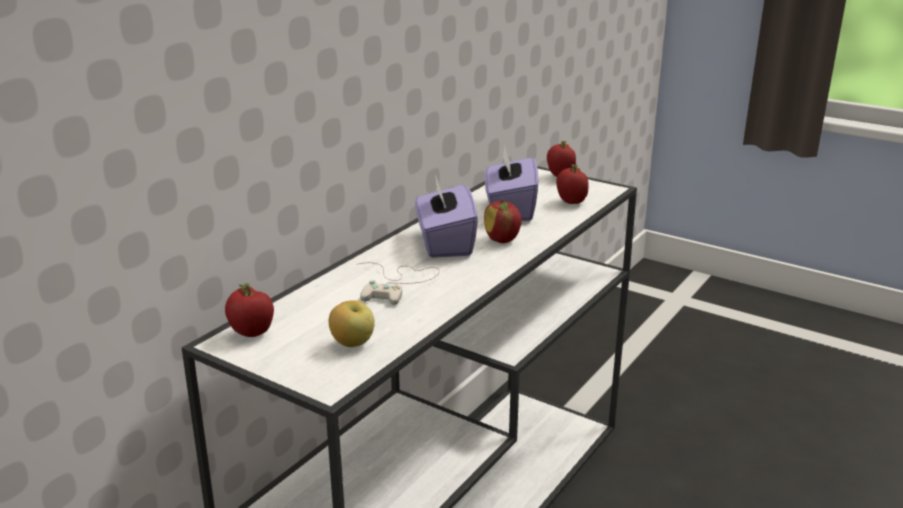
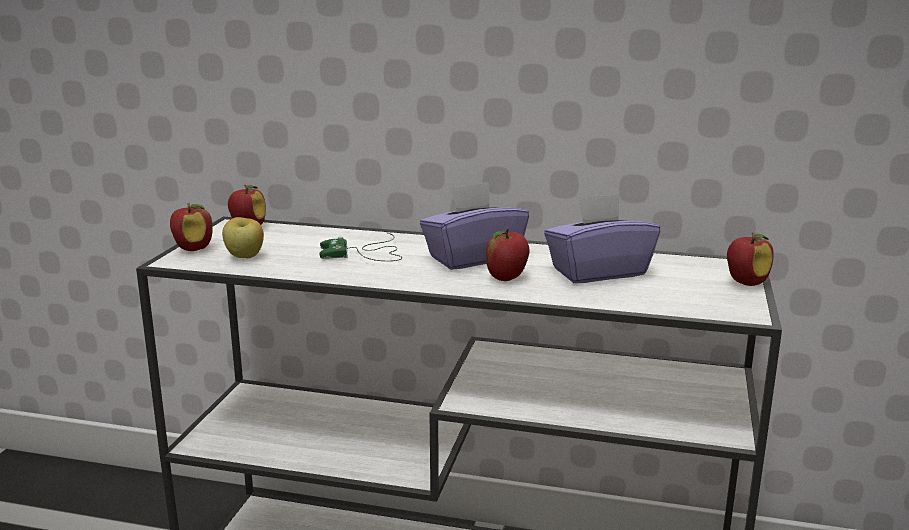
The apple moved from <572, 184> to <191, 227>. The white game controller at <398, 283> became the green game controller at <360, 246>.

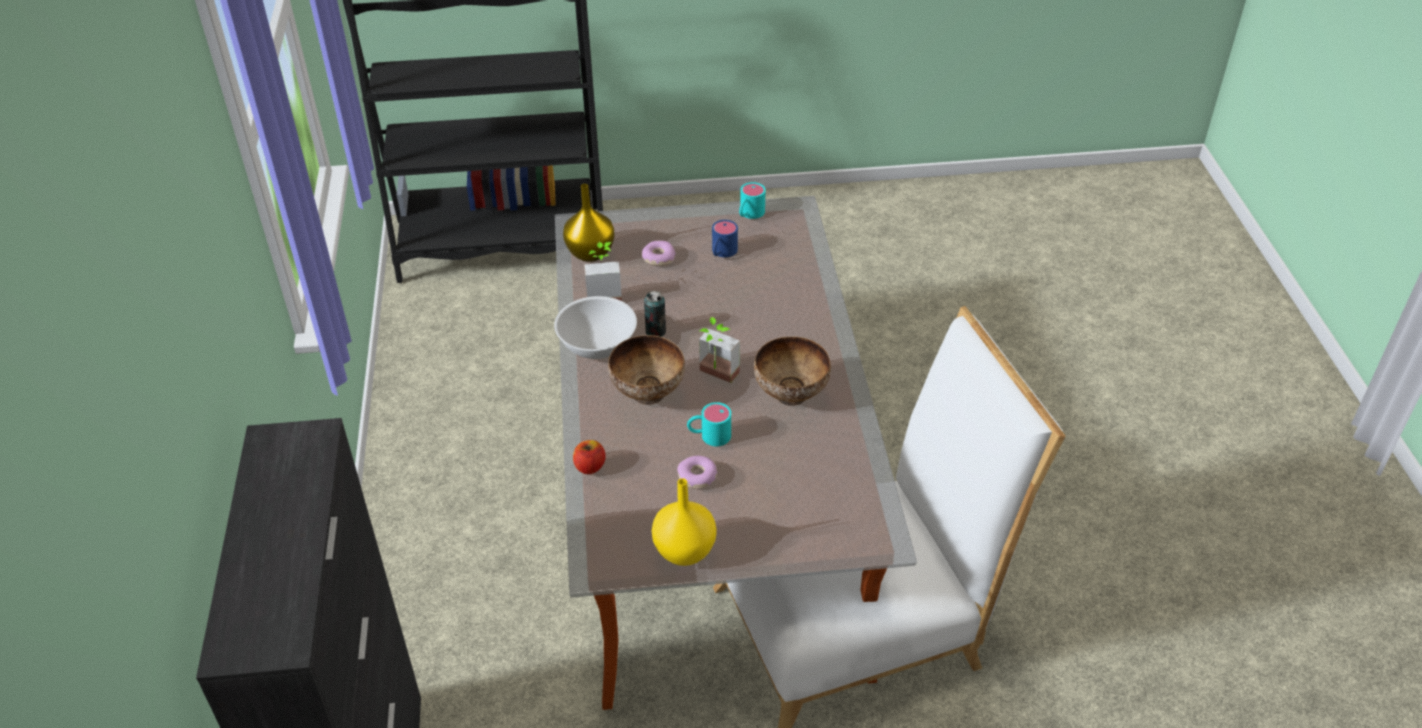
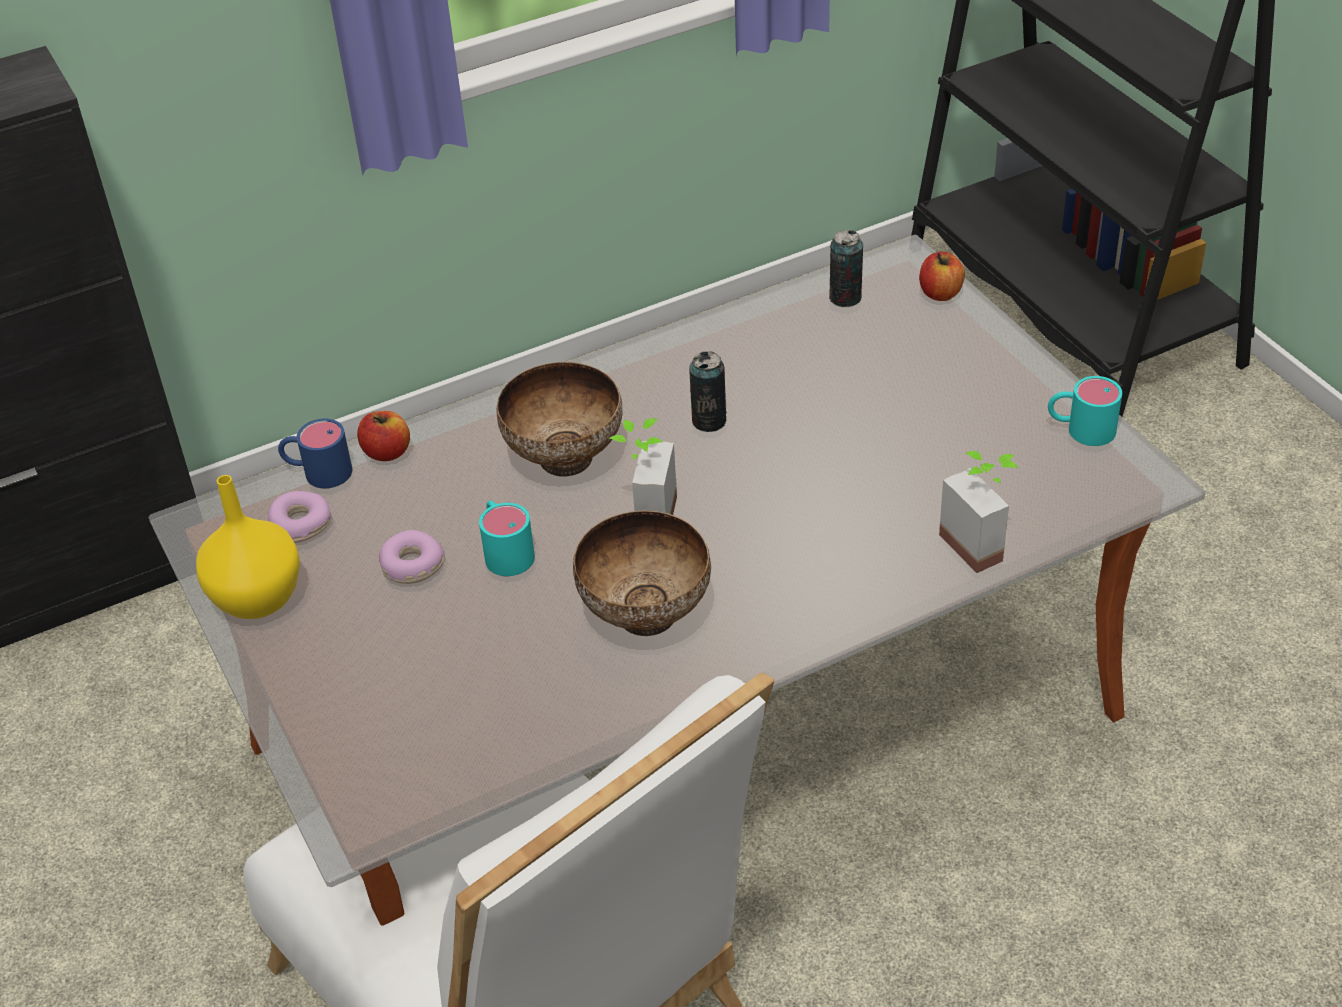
The white bowl at <595, 327> disappeared. The apple at <942, 276> appeared. The potted plant moved from <603, 271> to <979, 512>. The donut moved from <658, 253> to <299, 517>. The blue mug moved from <725, 238> to <315, 453>. The yellow vase at <588, 223> was replaced by the can at <846, 268>.

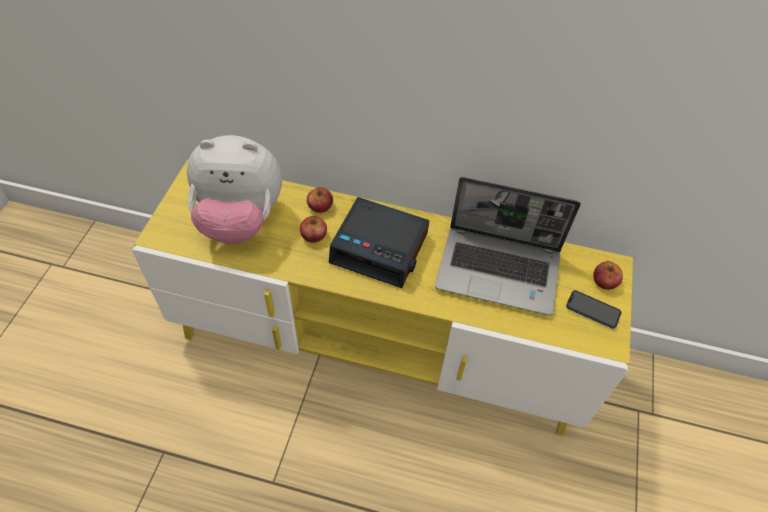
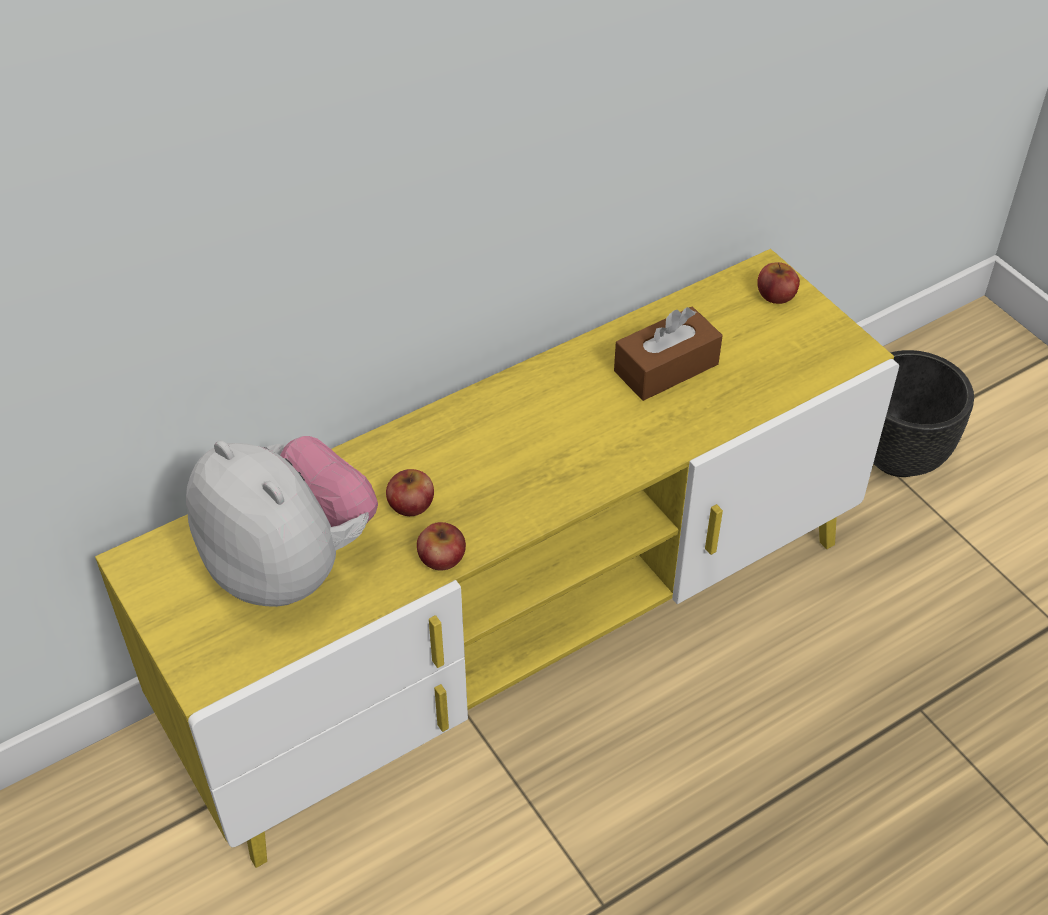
The alarm clock at <379, 242> disappeared. The phone at <593, 309> disappeared. The black planter at <923, 413> appeared. The apple moved from <320, 200> to <441, 546>. The laptop at <508, 246> was replaced by the brown tissue box at <668, 354>. The plush toy at <234, 189> turned 90 degrees counterclockwise.

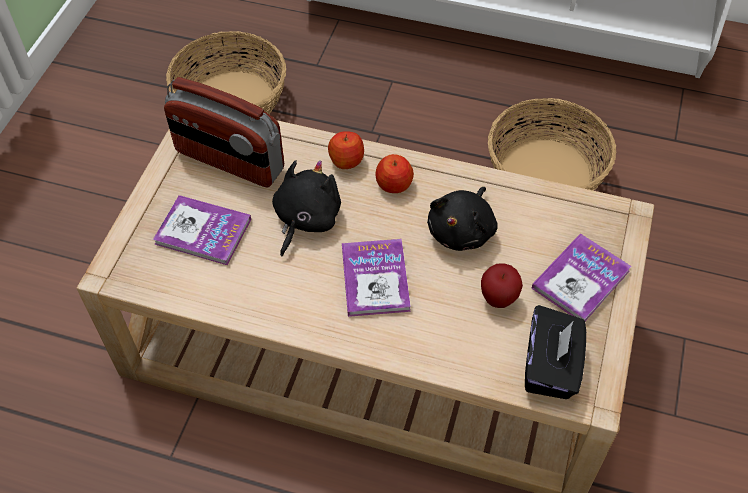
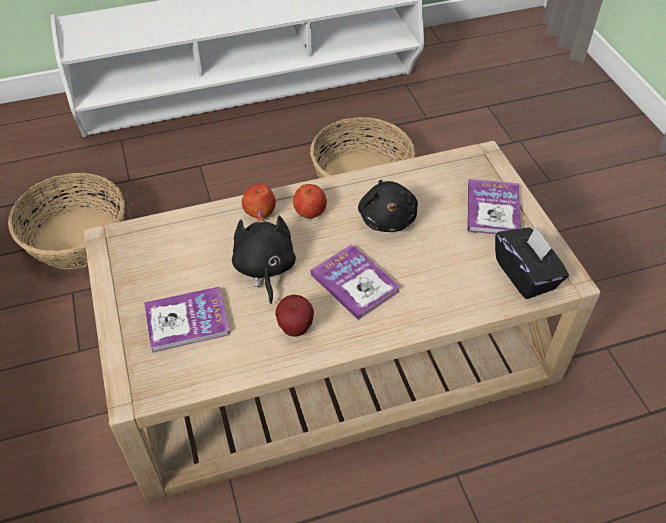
The radio at <224, 132> disappeared. The apple moved from <502, 285> to <294, 316>.

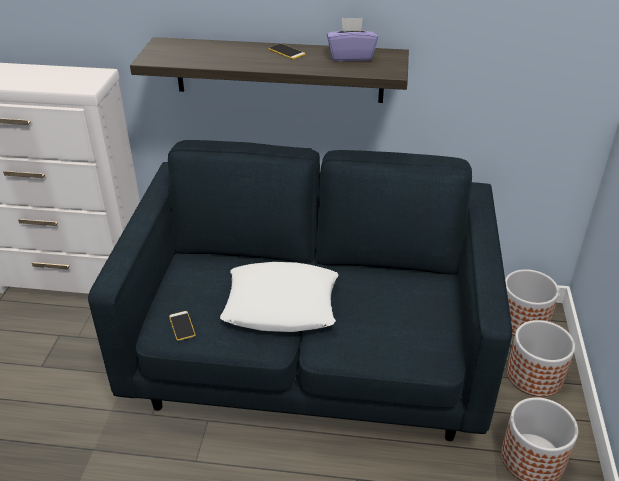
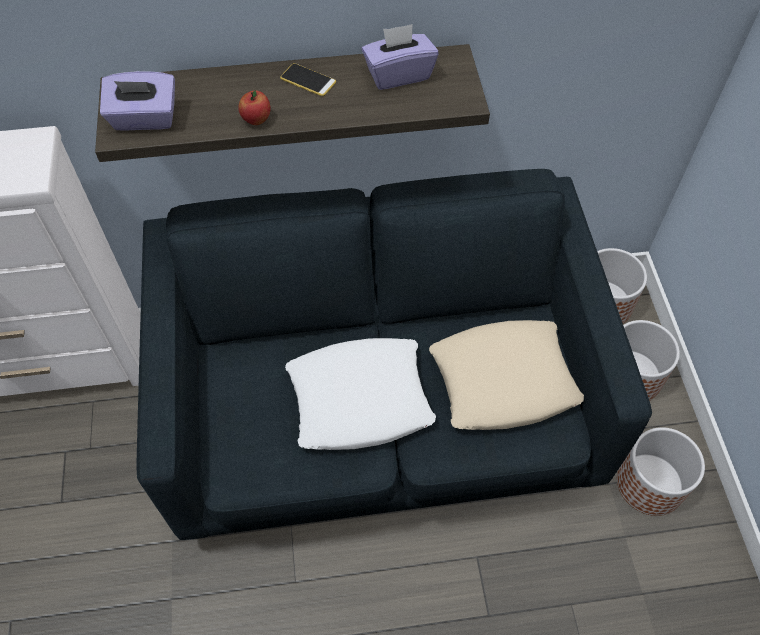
The phone at <182, 326> disappeared. The purple tissue box at <137, 101> appeared. The apple at <254, 107> appeared. The beige pillow at <506, 375> appeared.

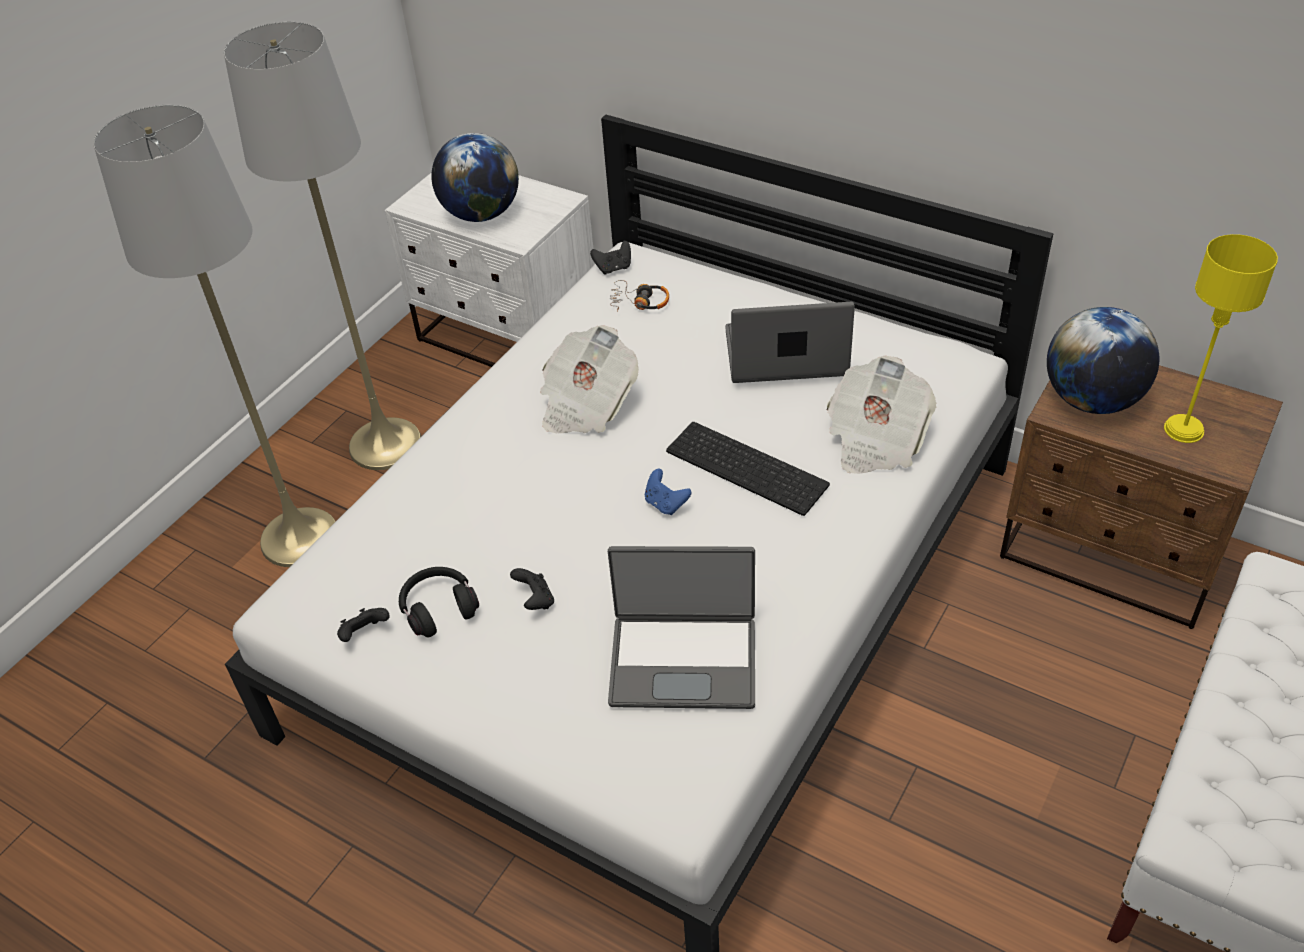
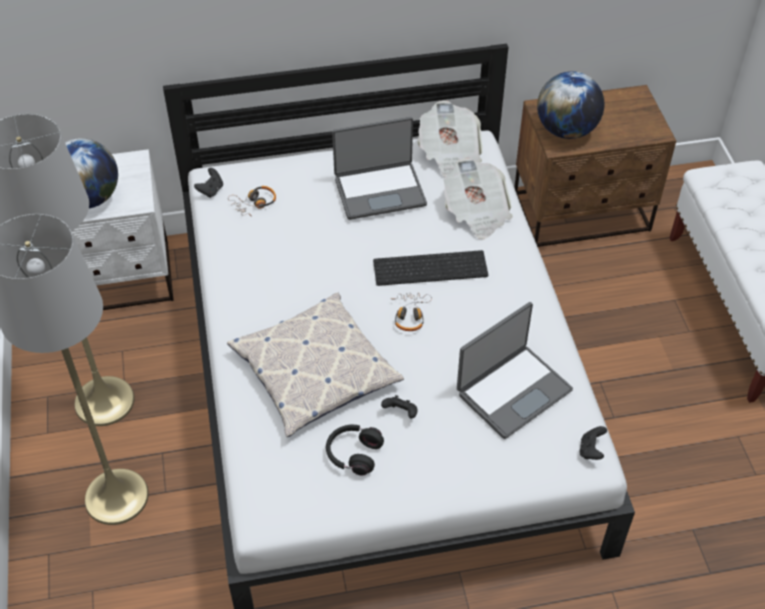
The yellow table lamp at <1221, 338> disappeared. The pillow at <315, 365> appeared. The black game controller moved from <363, 625> to <593, 443>. The newspaper moved from <589, 379> to <450, 138>. The blue game controller at <668, 492> was replaced by the headphones at <412, 312>. The laptop at <790, 342> turned 150 degrees counterclockwise.

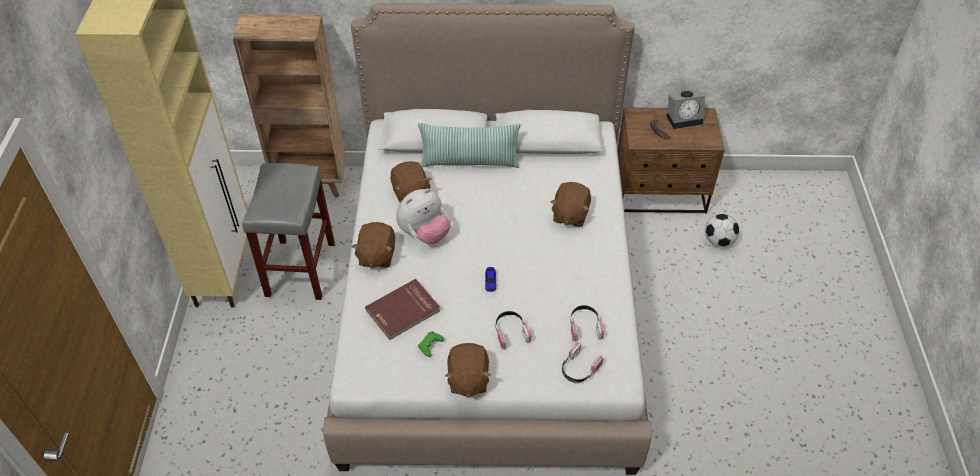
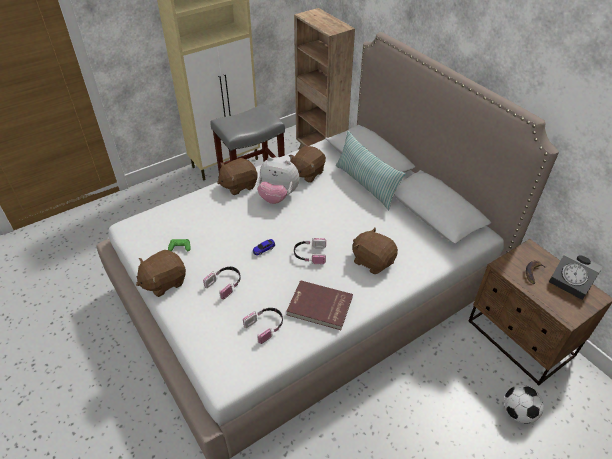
The red book moved from <402, 309> to <320, 305>. The headphones moved from <582, 362> to <310, 251>. The brown plush toy at <571, 204> turned 60 degrees clockwise.

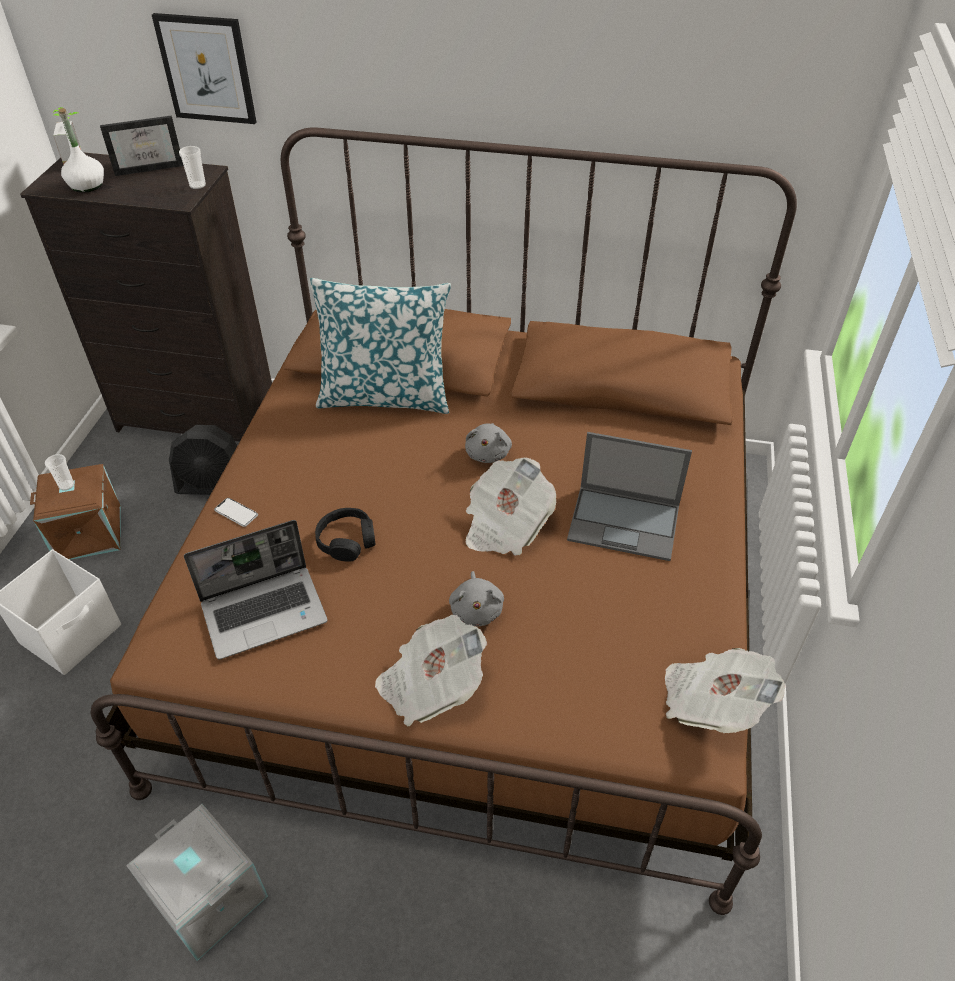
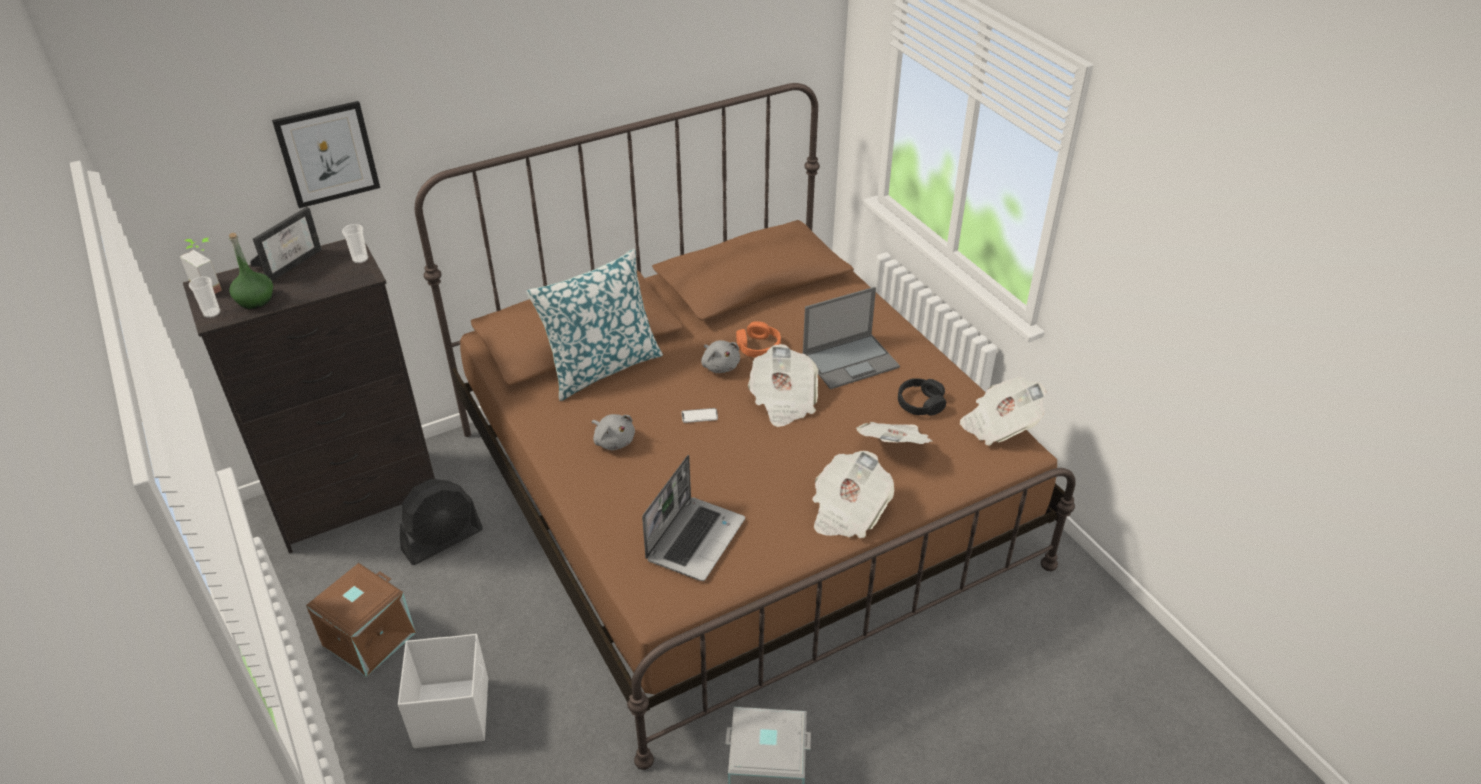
The orange headphones at <758, 339> appeared. The newspaper at <894, 433> appeared. The cup moved from <59, 472> to <204, 297>. The phone moved from <236, 512> to <699, 415>. The black headphones moved from <345, 535> to <922, 397>. The grey plush toy moved from <476, 599> to <613, 432>. The white bottle at <81, 150> became the green bottle at <251, 271>.

